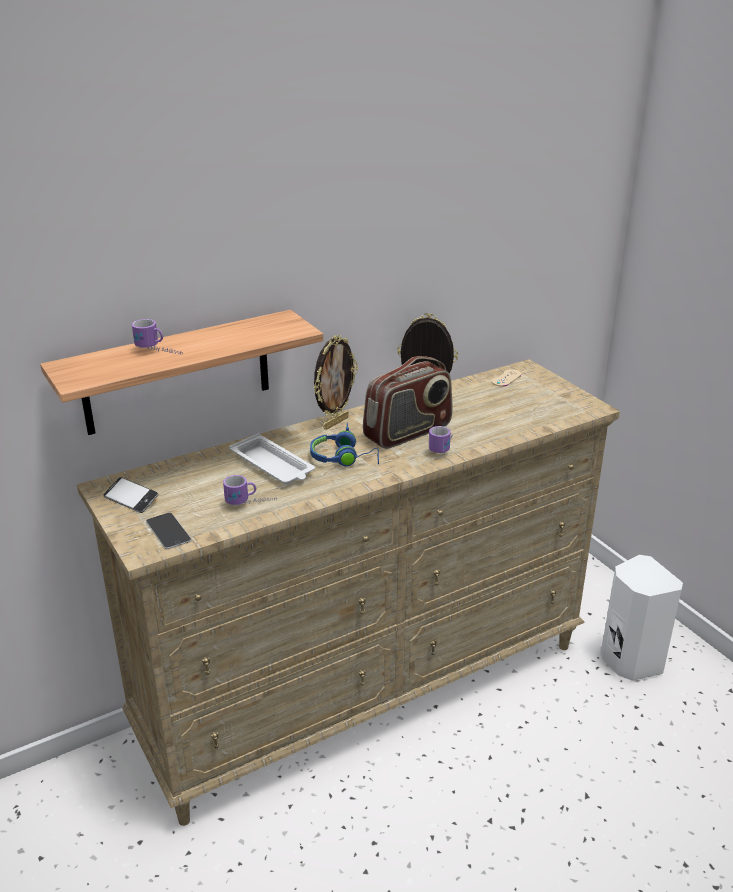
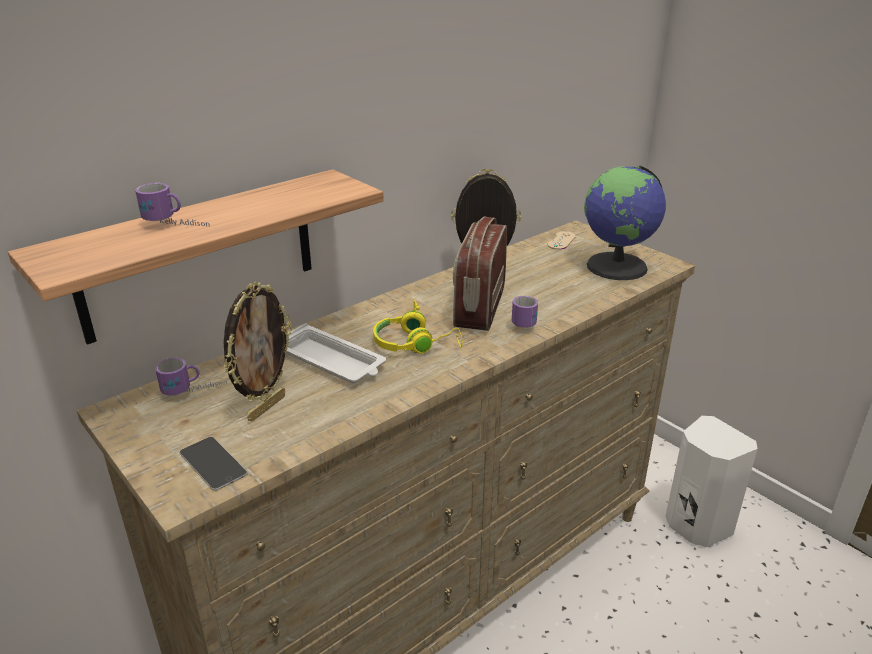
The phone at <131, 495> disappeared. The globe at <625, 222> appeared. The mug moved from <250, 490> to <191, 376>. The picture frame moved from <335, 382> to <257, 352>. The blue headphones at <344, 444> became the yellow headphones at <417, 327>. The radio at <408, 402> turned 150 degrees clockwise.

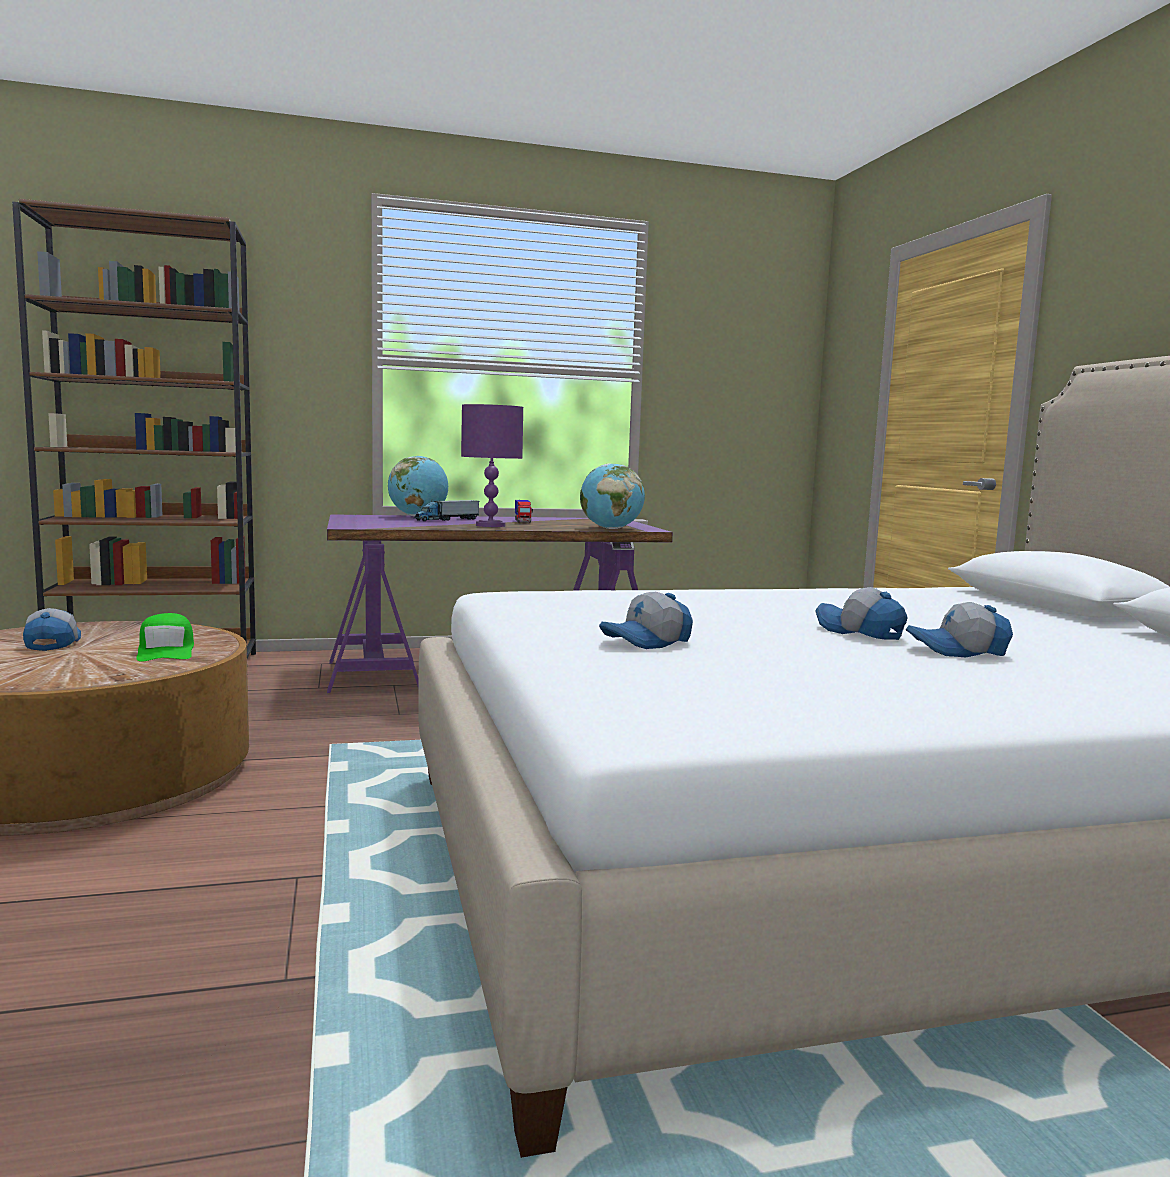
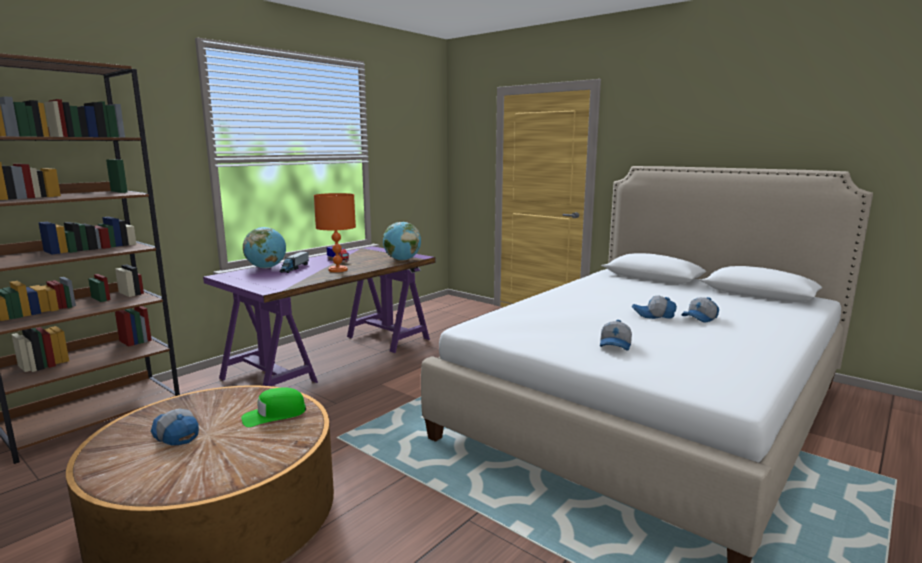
The purple table lamp at <492, 465> became the orange table lamp at <335, 232>. The green cap at <165, 637> turned 120 degrees clockwise.

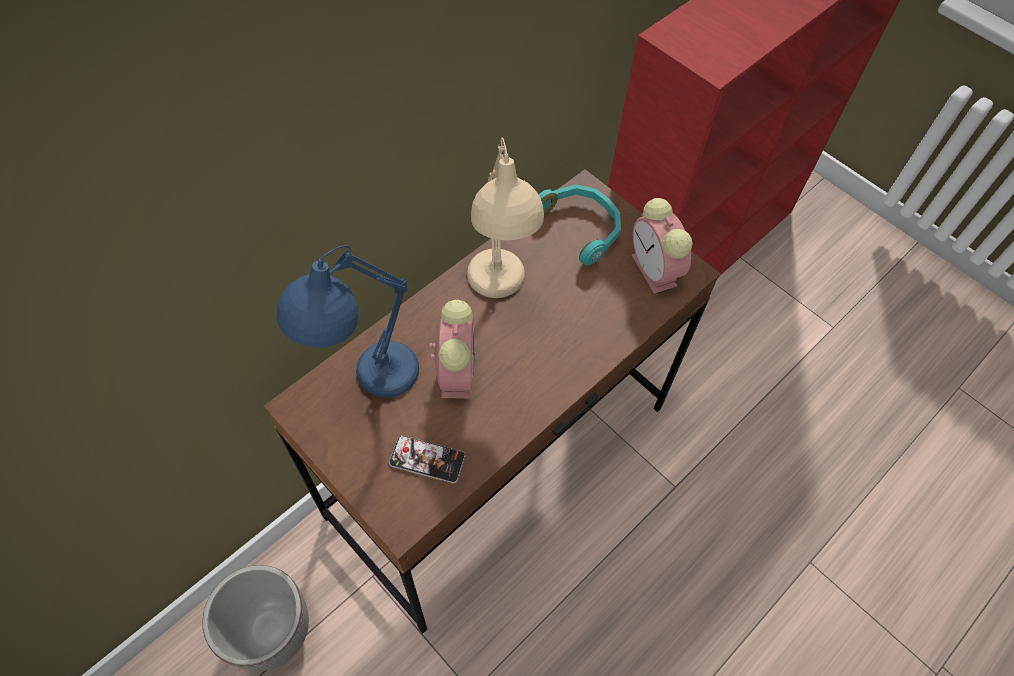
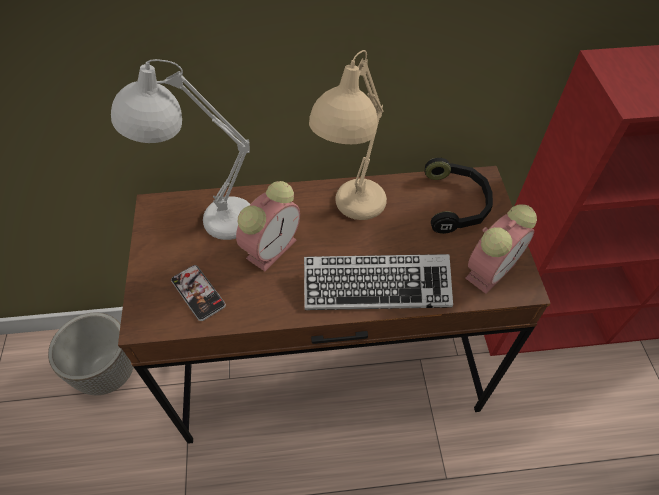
The keyboard at <378, 282> appeared. The blue table lamp at <348, 321> became the white table lamp at <180, 149>. The turquoise headphones at <579, 225> became the black headphones at <459, 196>. The alarm clock at <662, 246> turned 150 degrees counterclockwise.

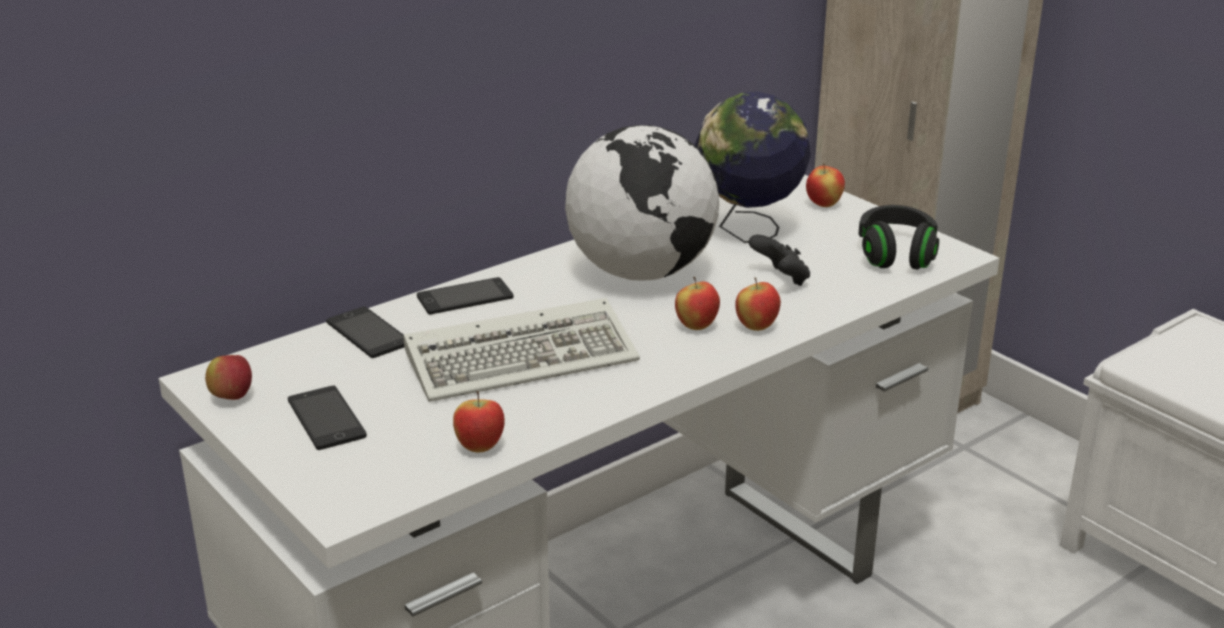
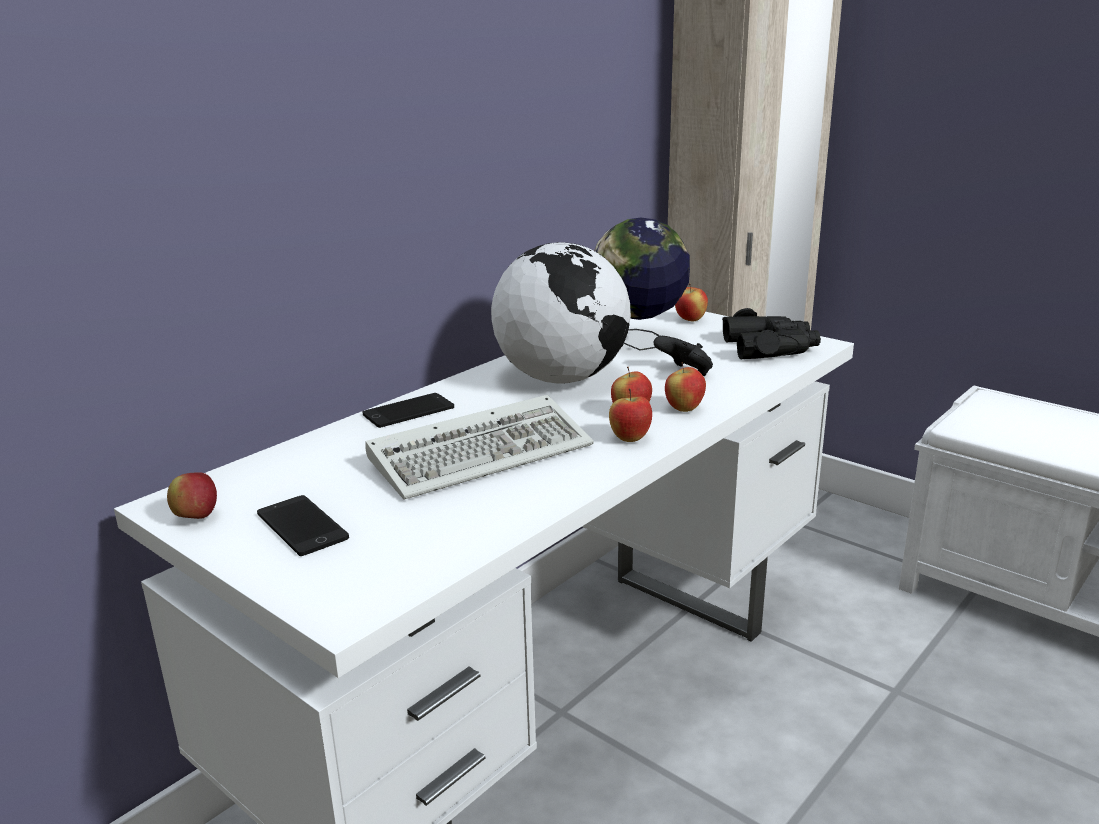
The phone at <365, 332> disappeared. The apple moved from <479, 421> to <630, 415>. The black headphones at <898, 237> was replaced by the black binoculars at <771, 333>.

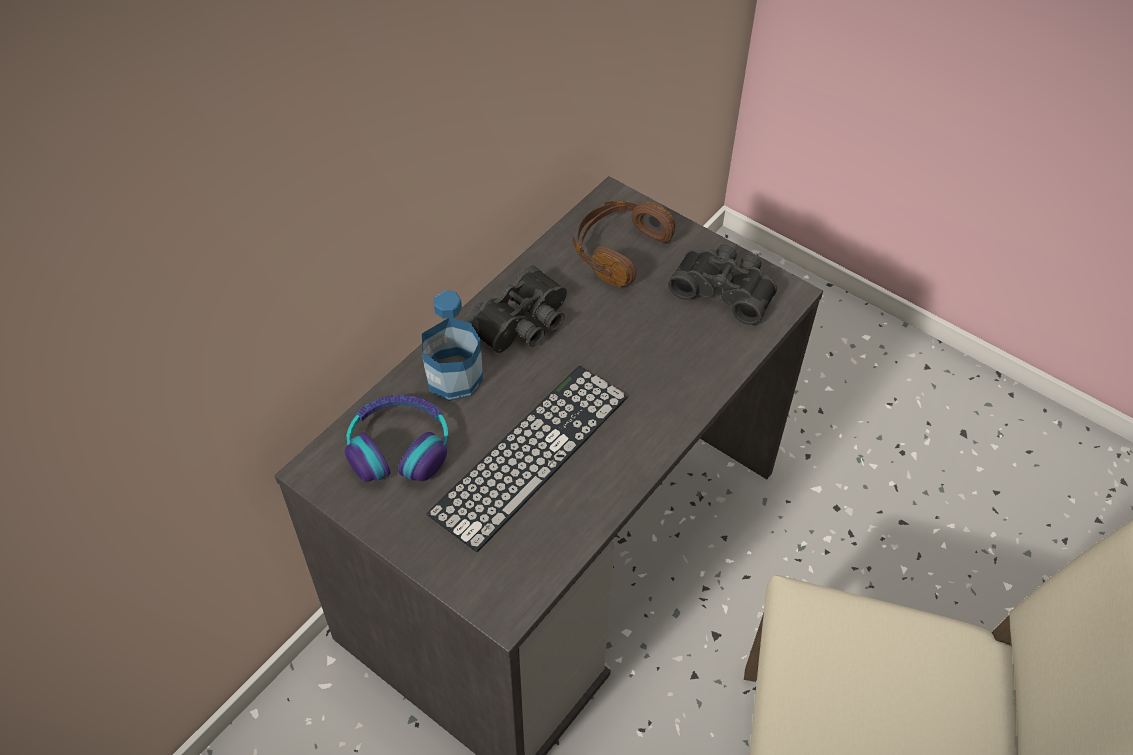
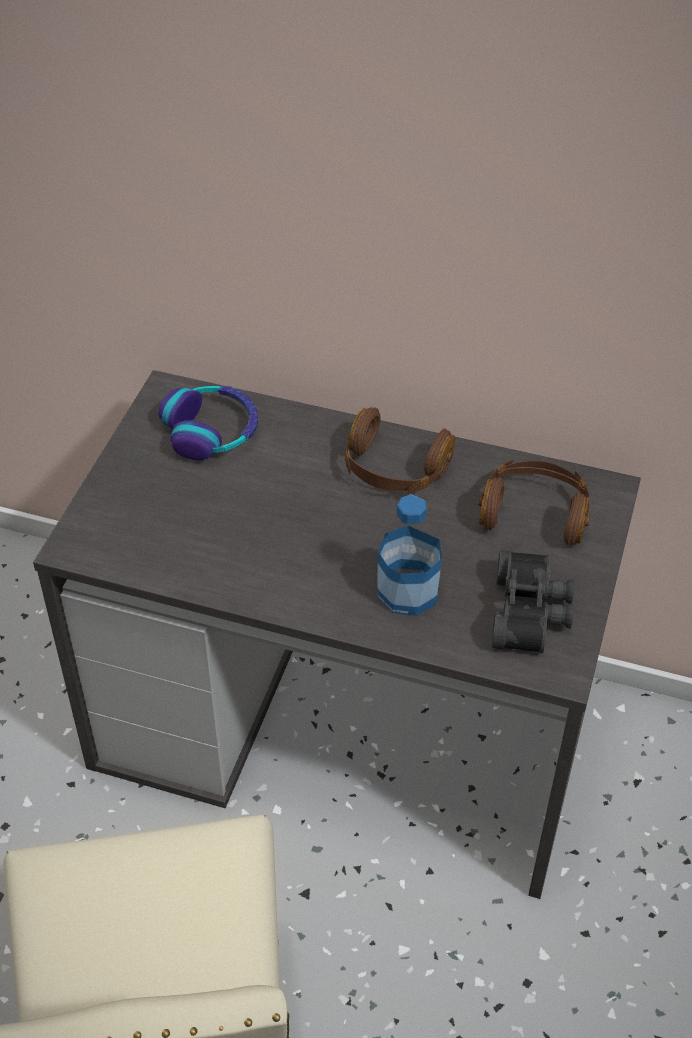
The keyboard at <527, 459> disappeared. The bottle moved from <452, 345> to <409, 555>. The black binoculars at <515, 309> was replaced by the brown headphones at <400, 450>.

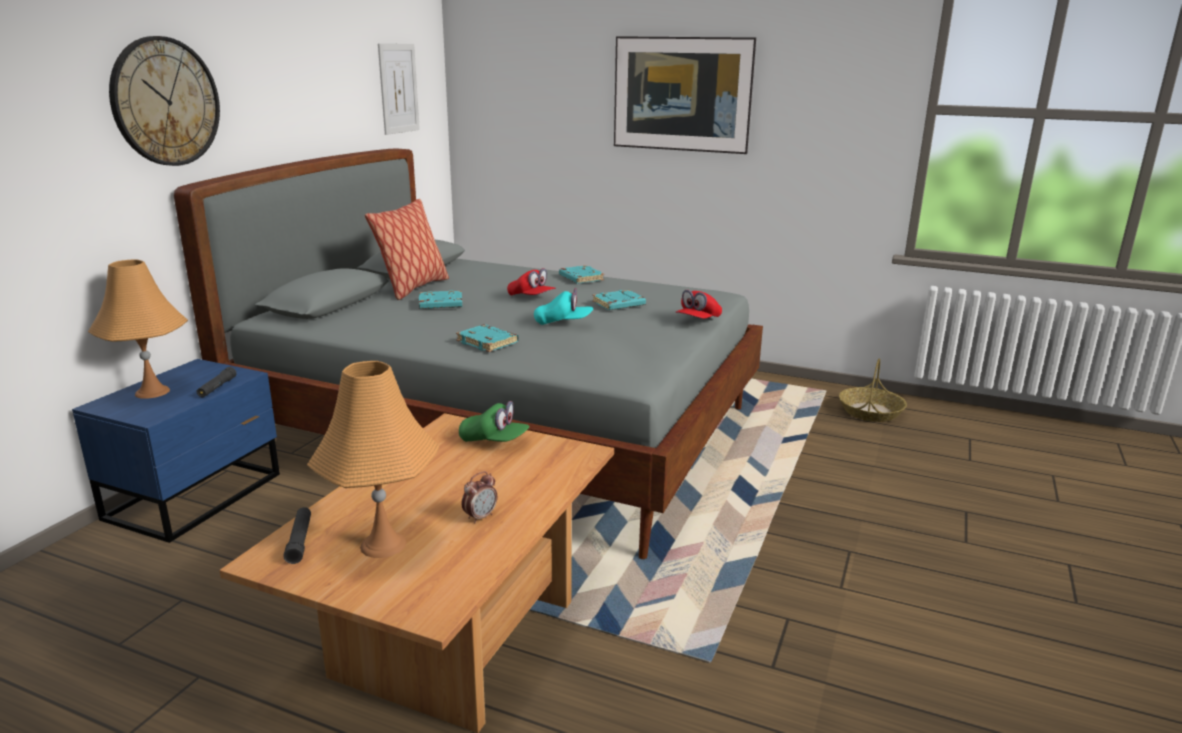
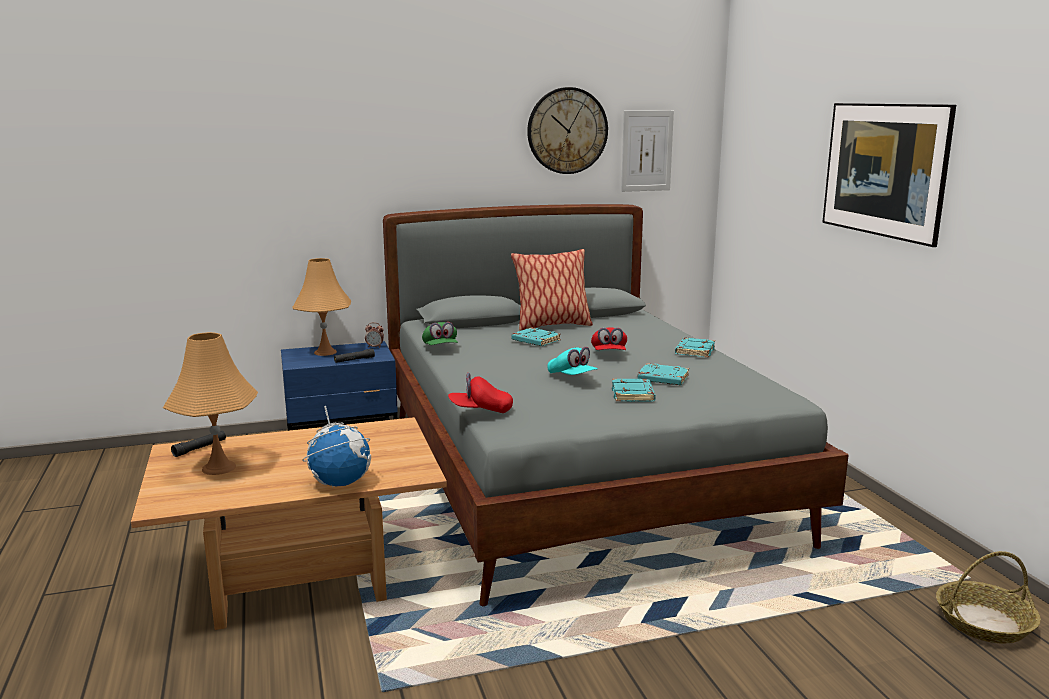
The globe at <336, 446> appeared. The wall clock moved from <164, 101> to <567, 130>. The turquoise book moved from <487, 338> to <634, 390>. The green cap moved from <494, 421> to <440, 333>. The alarm clock moved from <479, 497> to <374, 335>. The red cap moved from <698, 304> to <480, 393>.

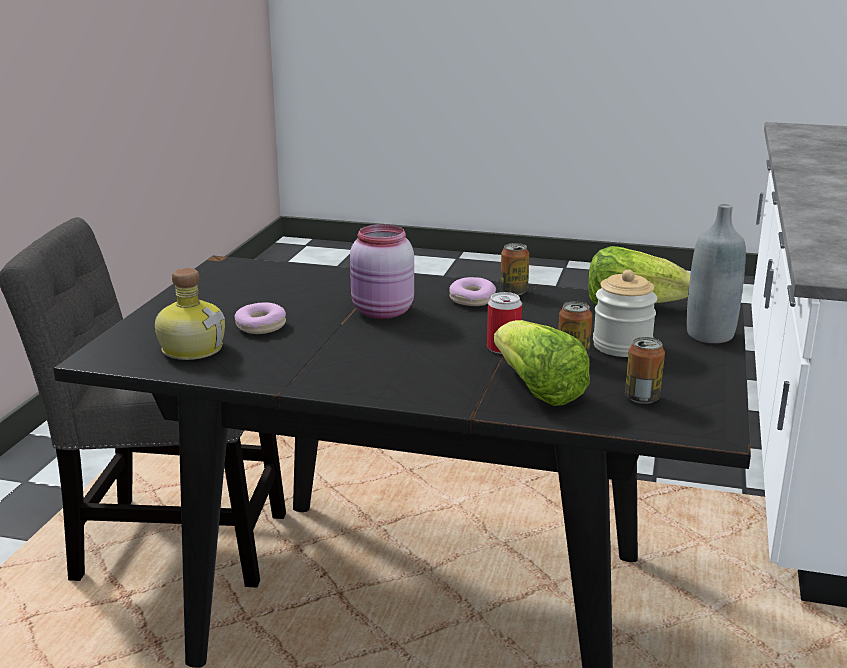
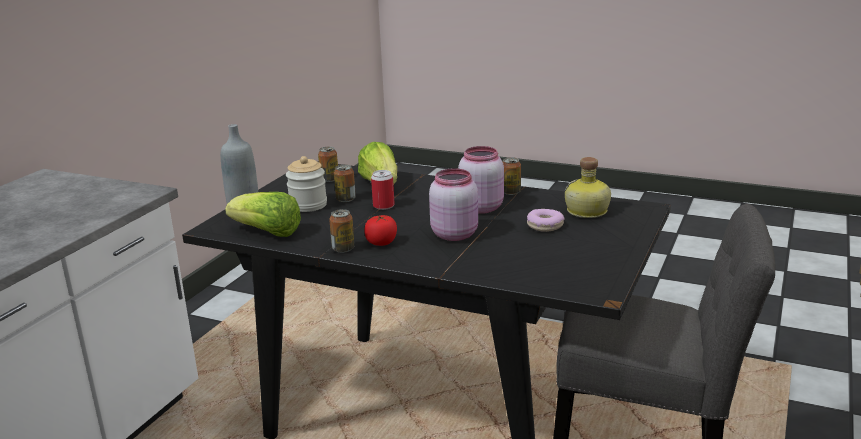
The pink jar at <481, 180> appeared. The can at <512, 176> appeared. The donut at <472, 291> was replaced by the tomato at <380, 230>.

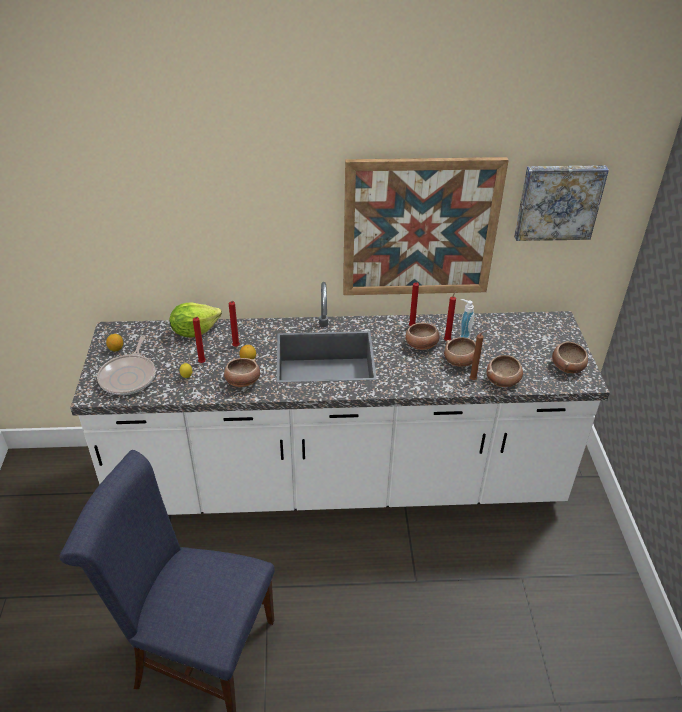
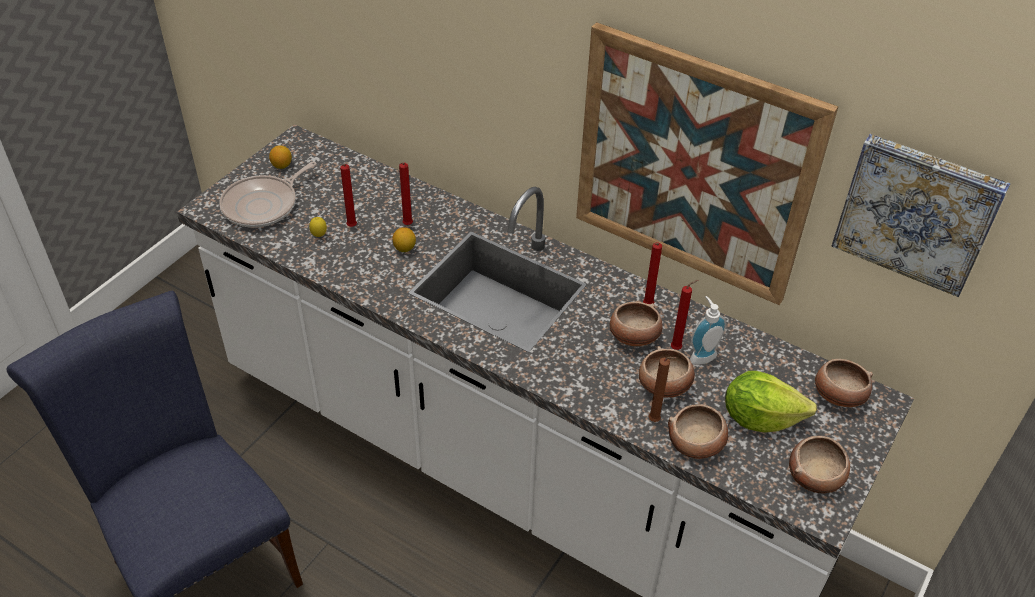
The lettuce moved from <195, 319> to <771, 402>. The bowl moved from <242, 372> to <844, 383>.

